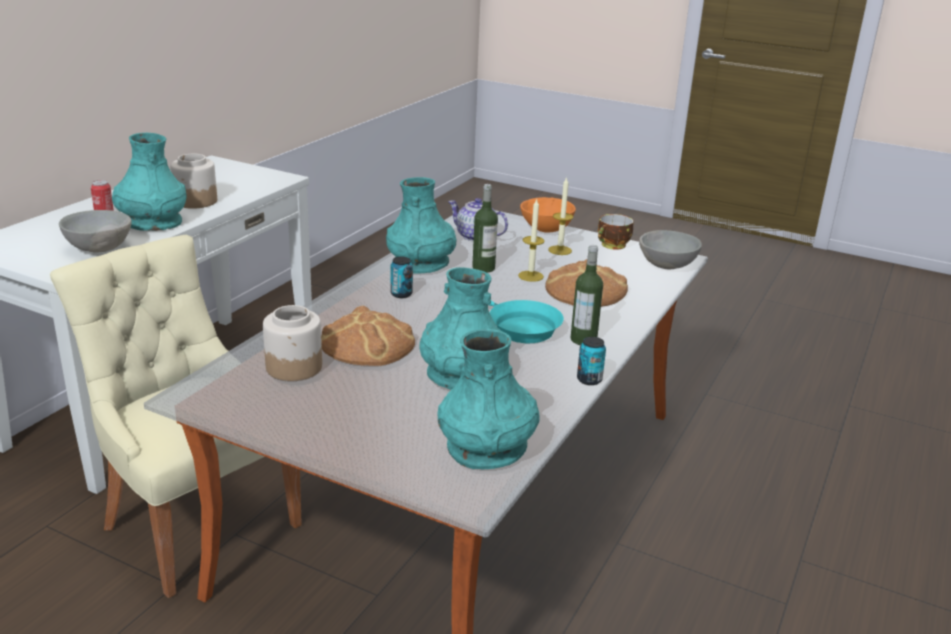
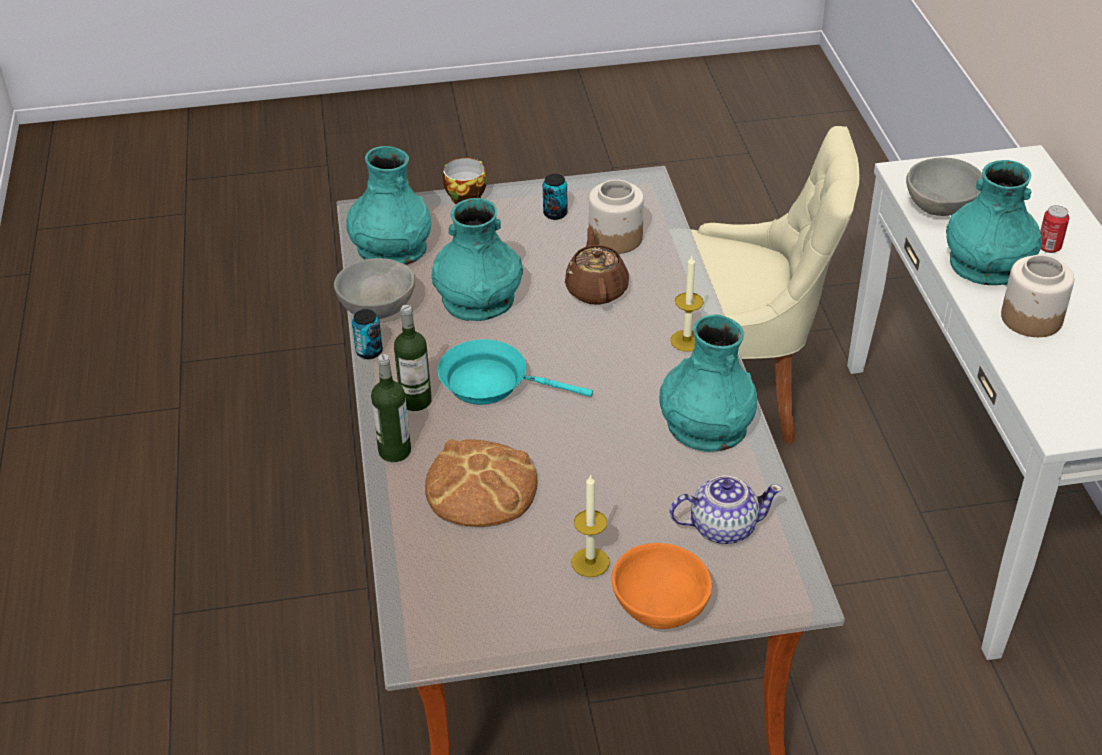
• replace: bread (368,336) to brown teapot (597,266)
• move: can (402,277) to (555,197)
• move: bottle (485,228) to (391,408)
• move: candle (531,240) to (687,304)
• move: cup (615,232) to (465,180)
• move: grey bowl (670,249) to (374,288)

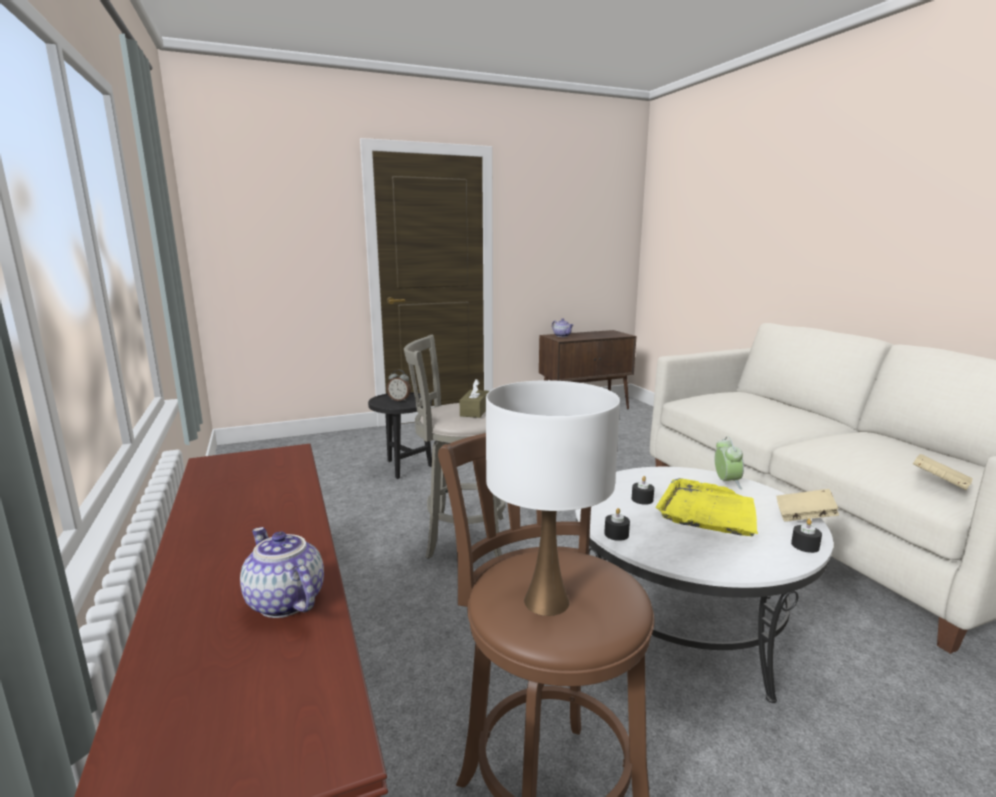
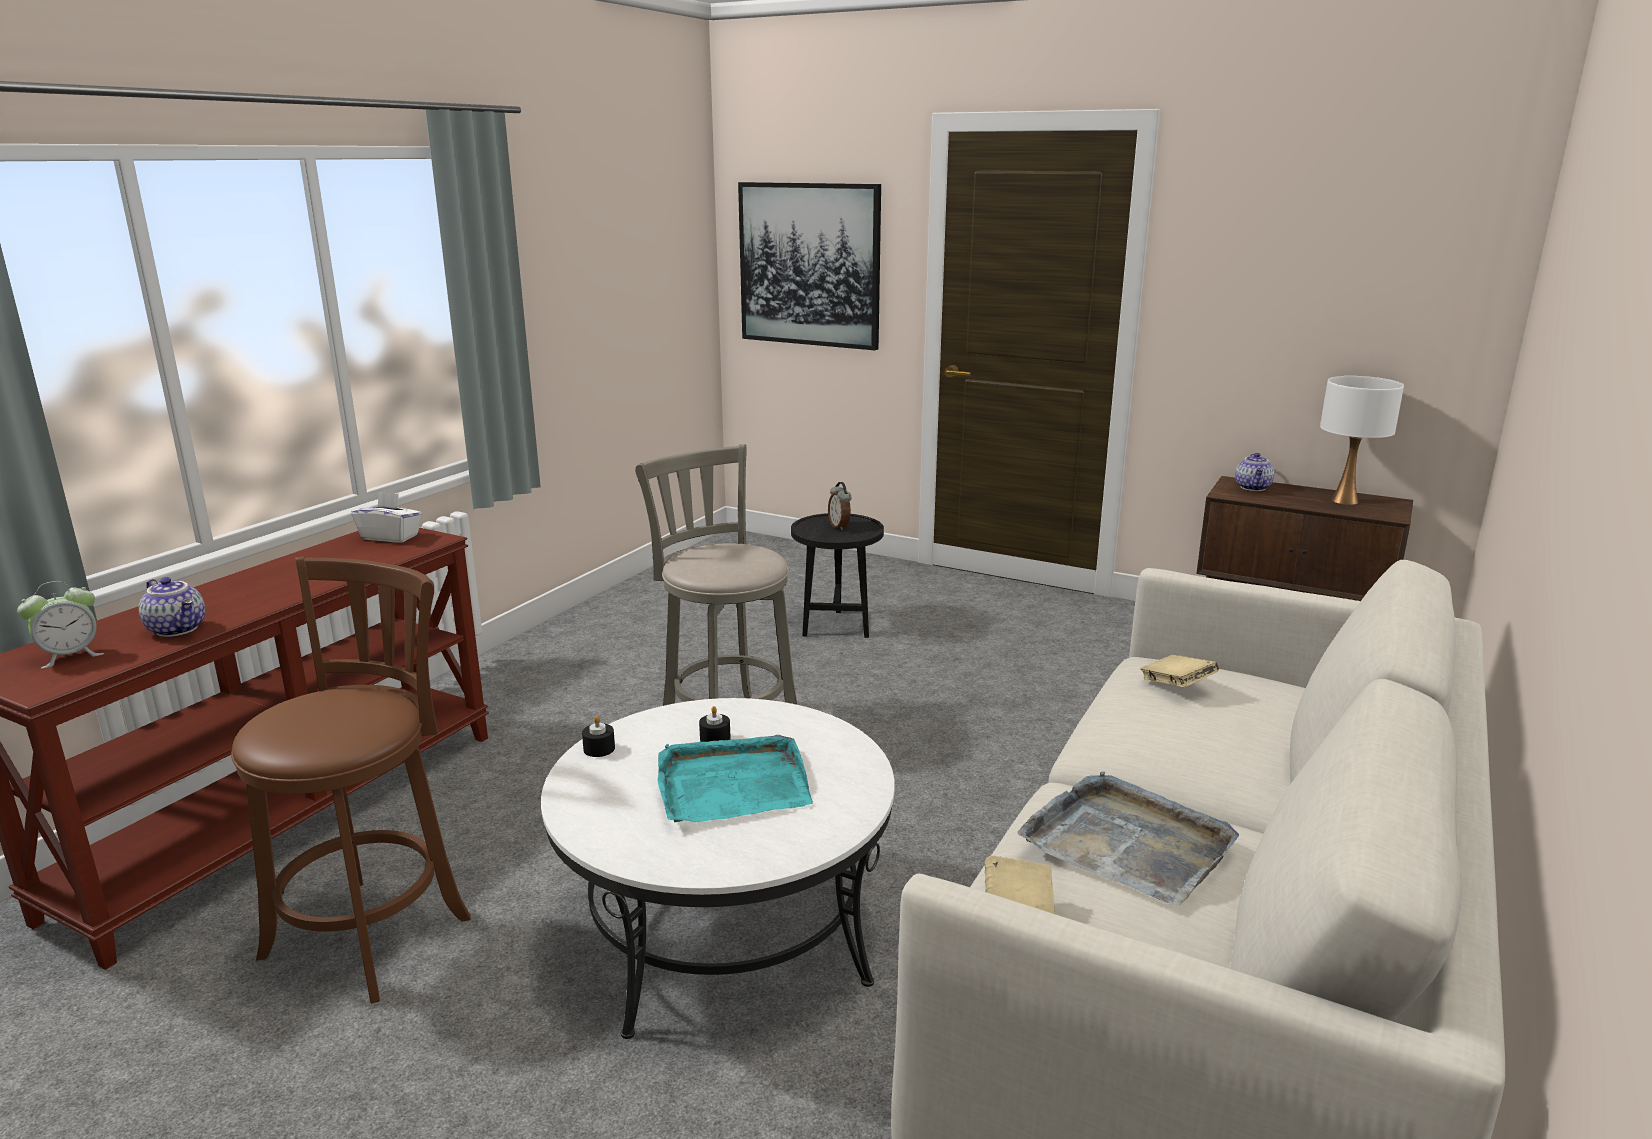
• rotate: teapot (282,572) = (172,607) 120 degrees clockwise
• delete: brown tissue box (474,398)
• move: white table lamp (553,498) to (1362,440)
• recolor: yellow tray (706,507) to turquoise tray (735,778)
• move: alarm clock (729,463) to (60,625)
• move: beige book (807,505) to (1179,671)
• delete: black candle (806,536)
• insert: white tissue box (386,517)
• insert: picture (809,266)
• insert: grey tray (1128,838)

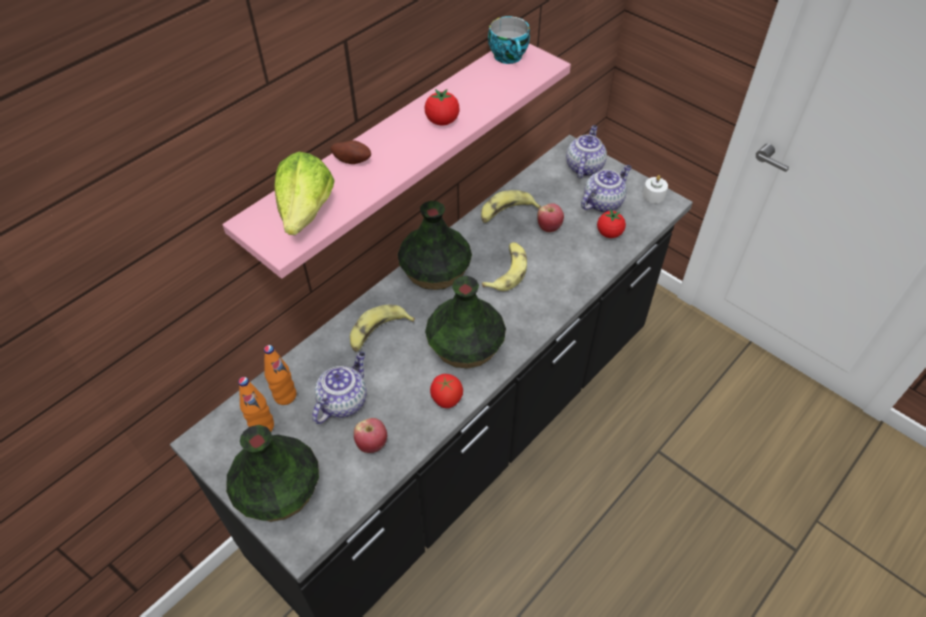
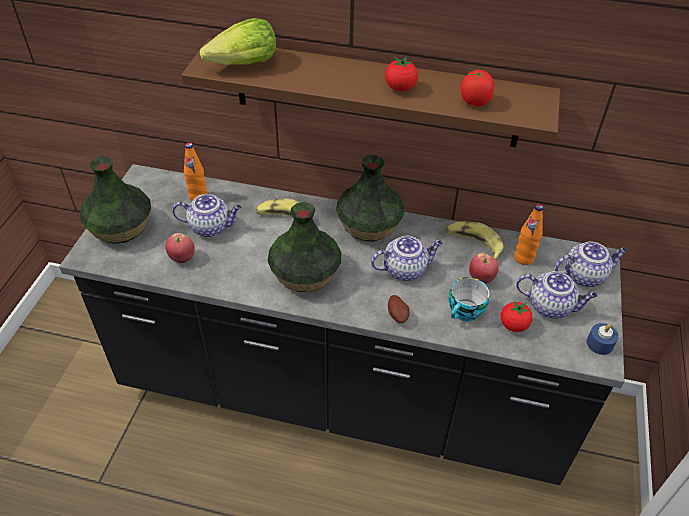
• recolor: pink shelf (396,161) to brown shelf (370,93)
• move: orange bottle (256,404) to (528,234)
• move: potato (351,152) to (398,309)
• move: tomato (446,391) to (477,87)
• replace: banana (504,266) to teapot (407,258)
• move: cup (509,40) to (469,299)
• recolor: white candle (655,189) to blue candle (603,339)

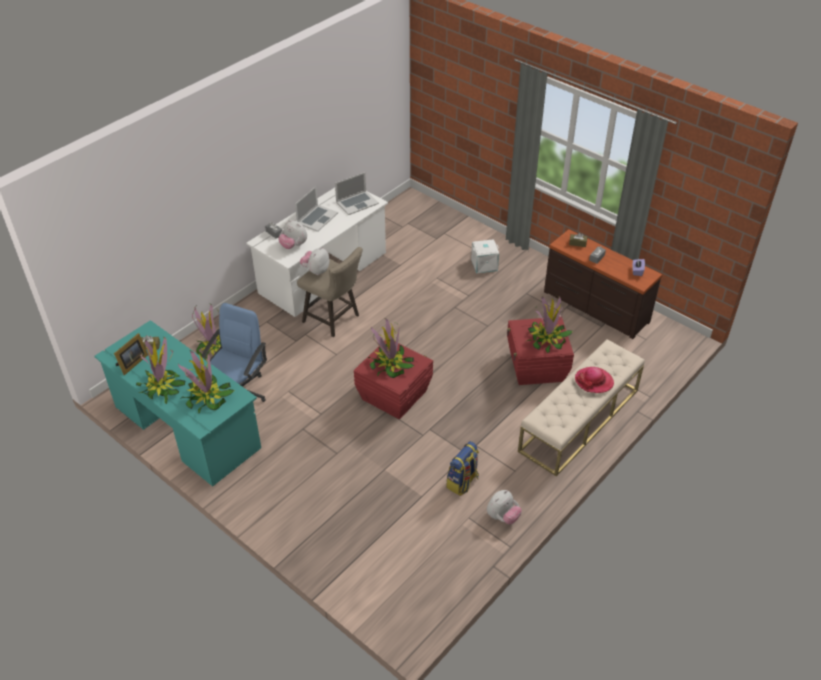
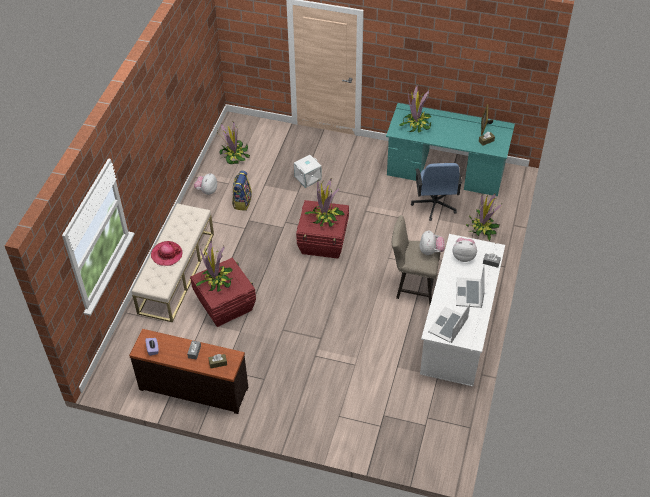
• move: potted plant (160,370) to (233,143)
• move: white storage box (485,256) to (308,171)

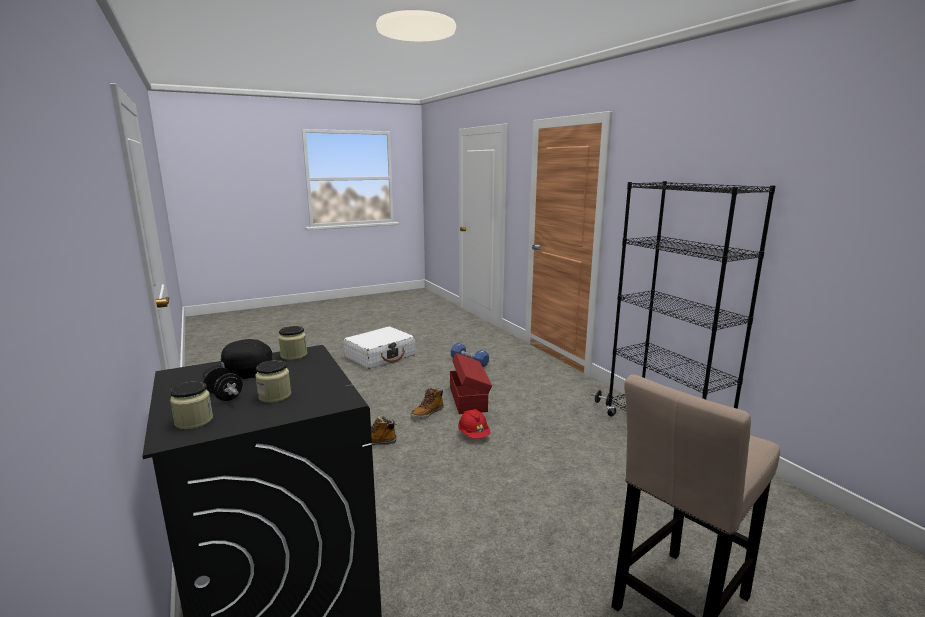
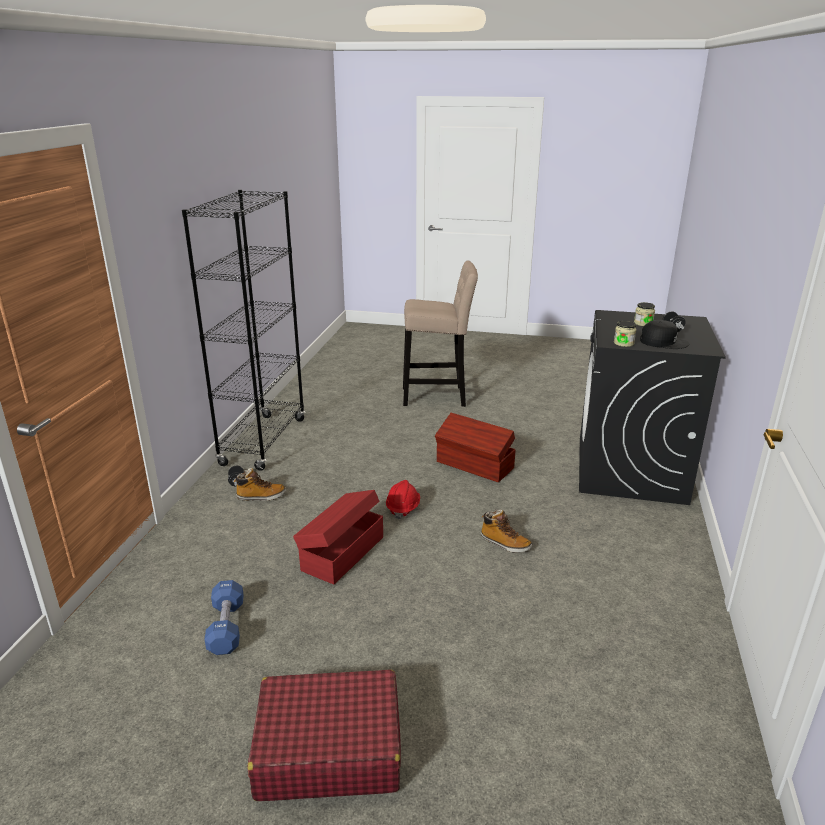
• delete: jar (191,405)
• recolor: white suitcase (379,348) to red suitcase (324,735)
• move: boot (427,403) to (260,484)
• insert: brown storage box (475,447)

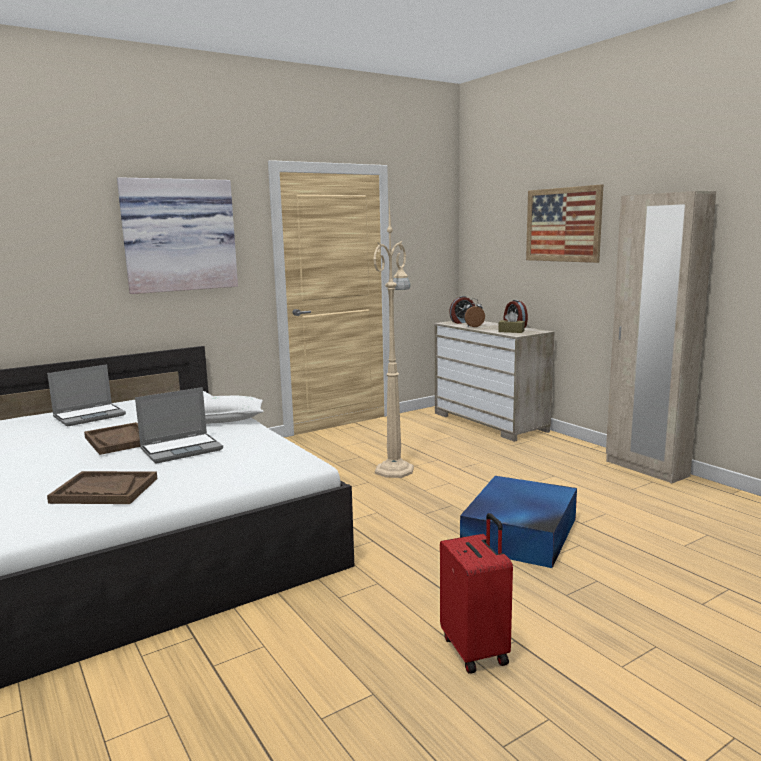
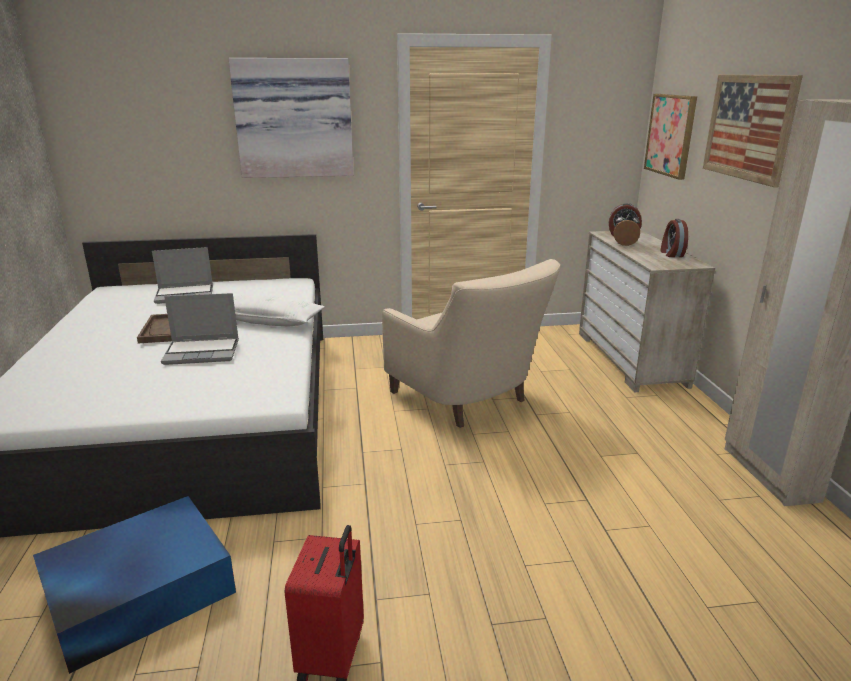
• delete: brown tray (102,487)
• replace: beige floor lamp (393,339) to beige armchair (471,343)
• move: blue storage box (518,522) to (134,585)
• delete: brown tissue box (512,322)
• insert: picture (670,137)

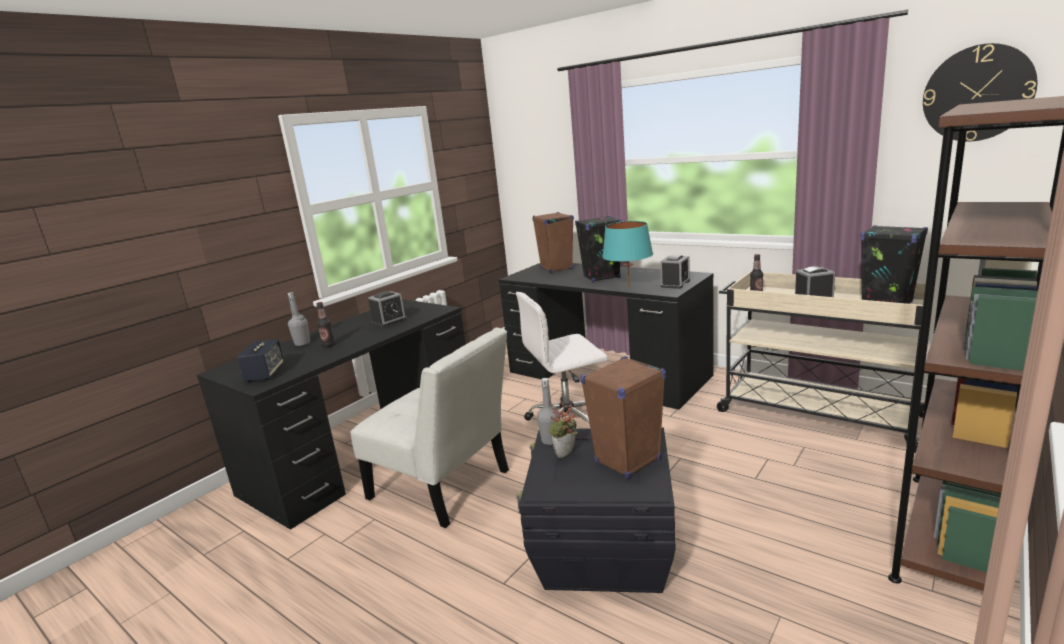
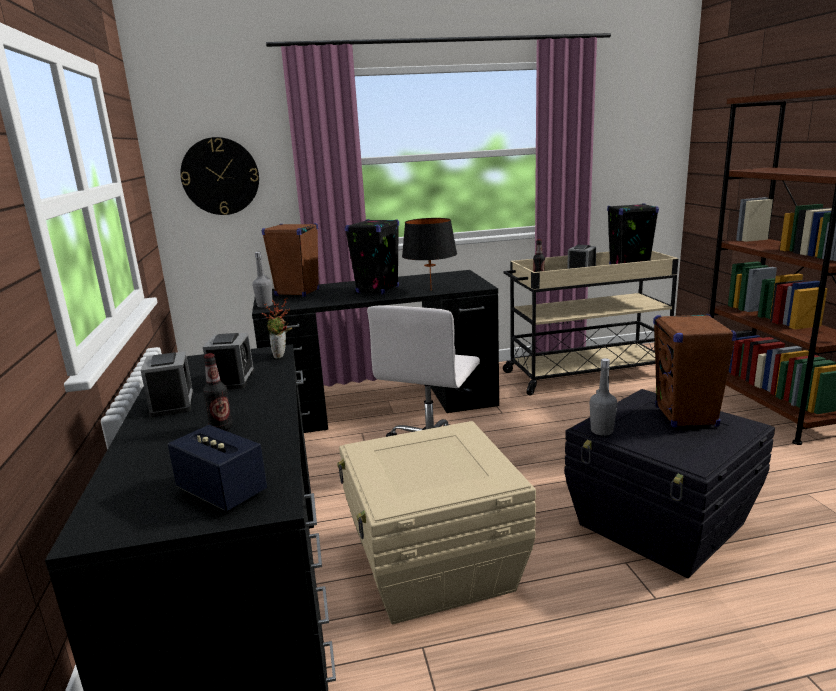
• move: grey bottle (299,319) to (262,279)
• replace: white chair (430,428) to beige storage box (436,522)
• move: potted plant (563,430) to (277,328)
• recolor: turquoise table lamp (627,254) to black table lamp (429,254)
• move: alarm clock (675,272) to (167,384)
• move: wall clock (980,92) to (219,176)

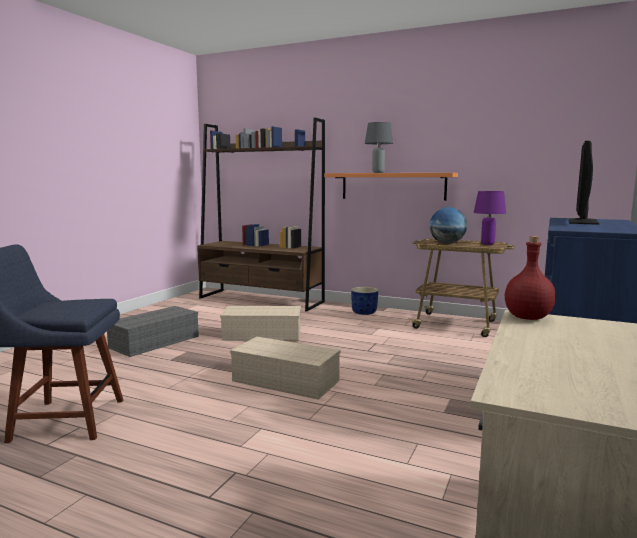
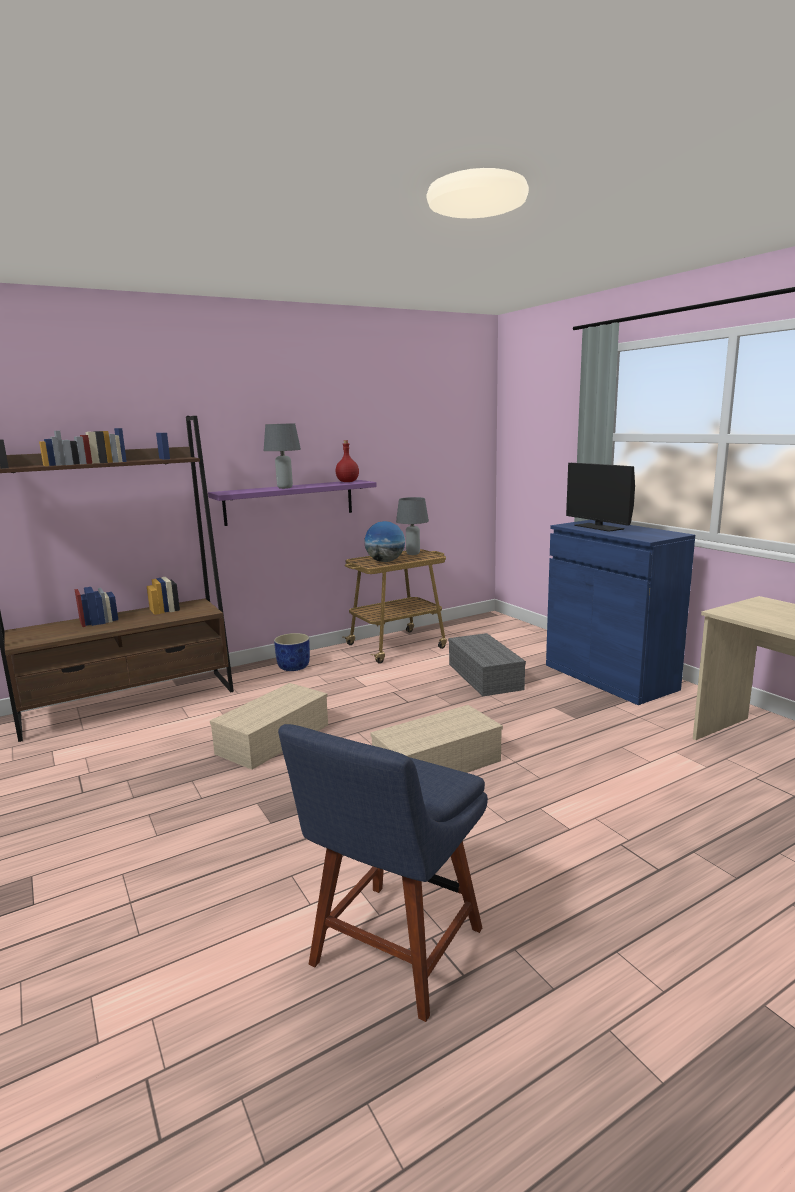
• move: grey storage box (153,331) to (487,664)
• recolor: orange shelf (391,187) to purple shelf (292,503)
• recolor: purple table lamp (490,218) to grey table lamp (412,526)
• move: red bottle (530,278) to (347,461)

